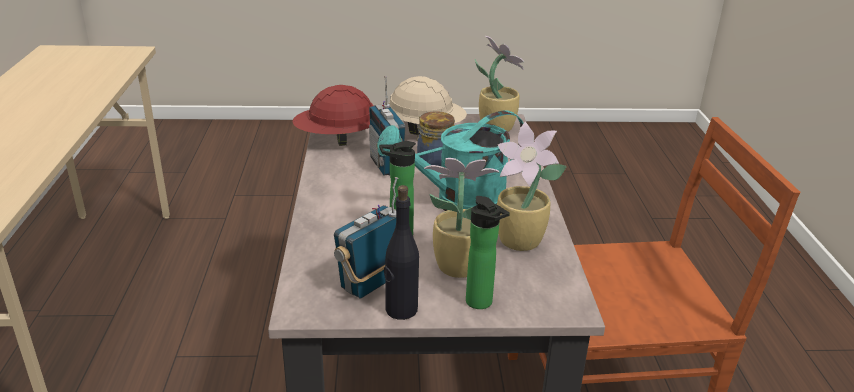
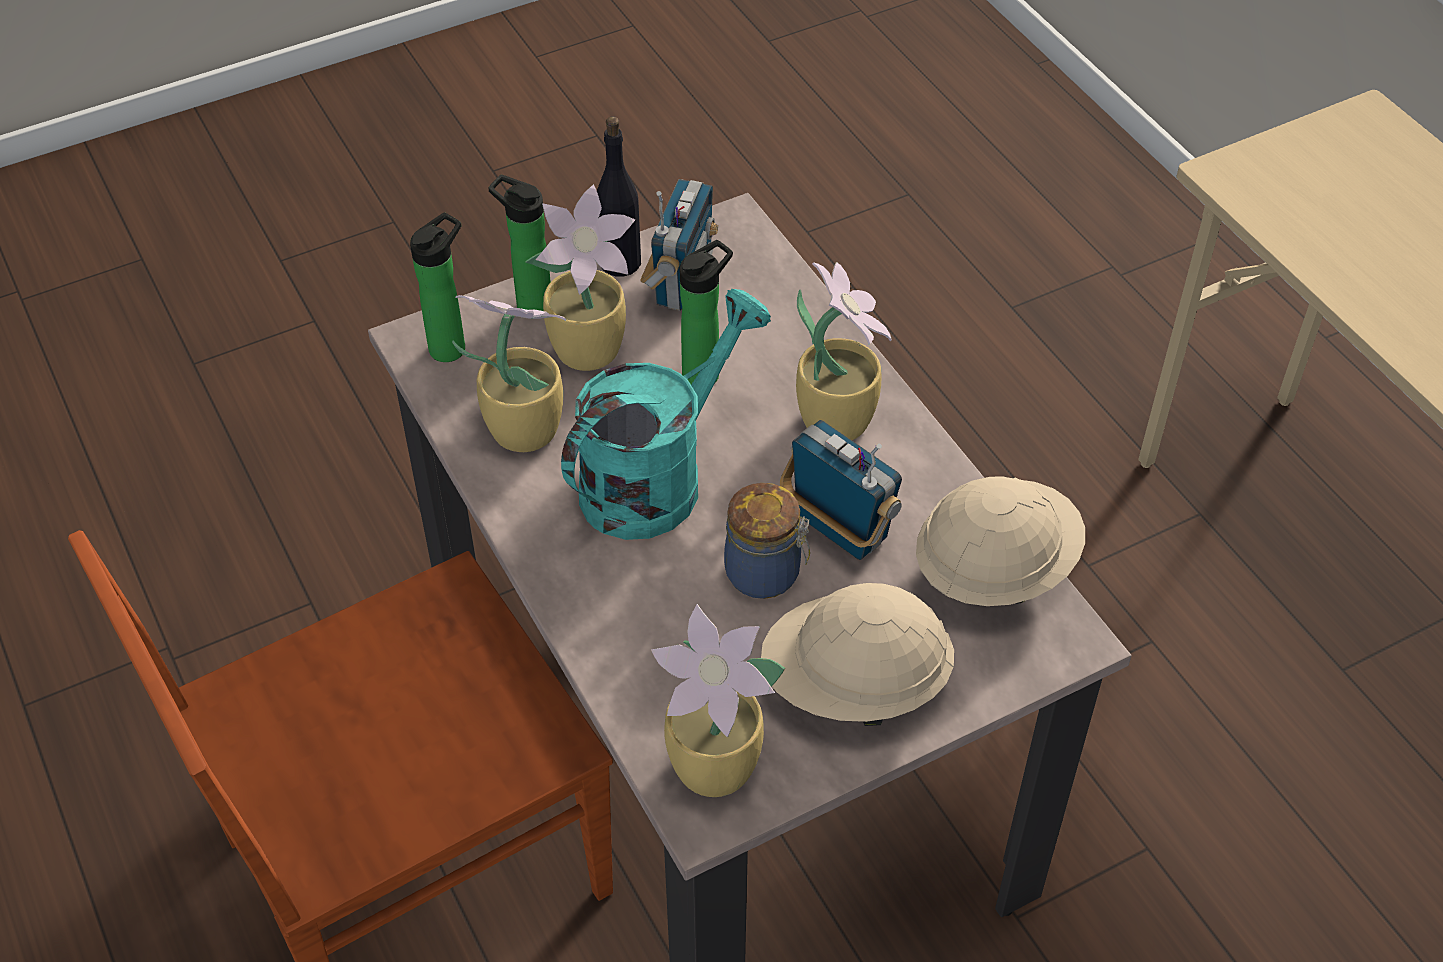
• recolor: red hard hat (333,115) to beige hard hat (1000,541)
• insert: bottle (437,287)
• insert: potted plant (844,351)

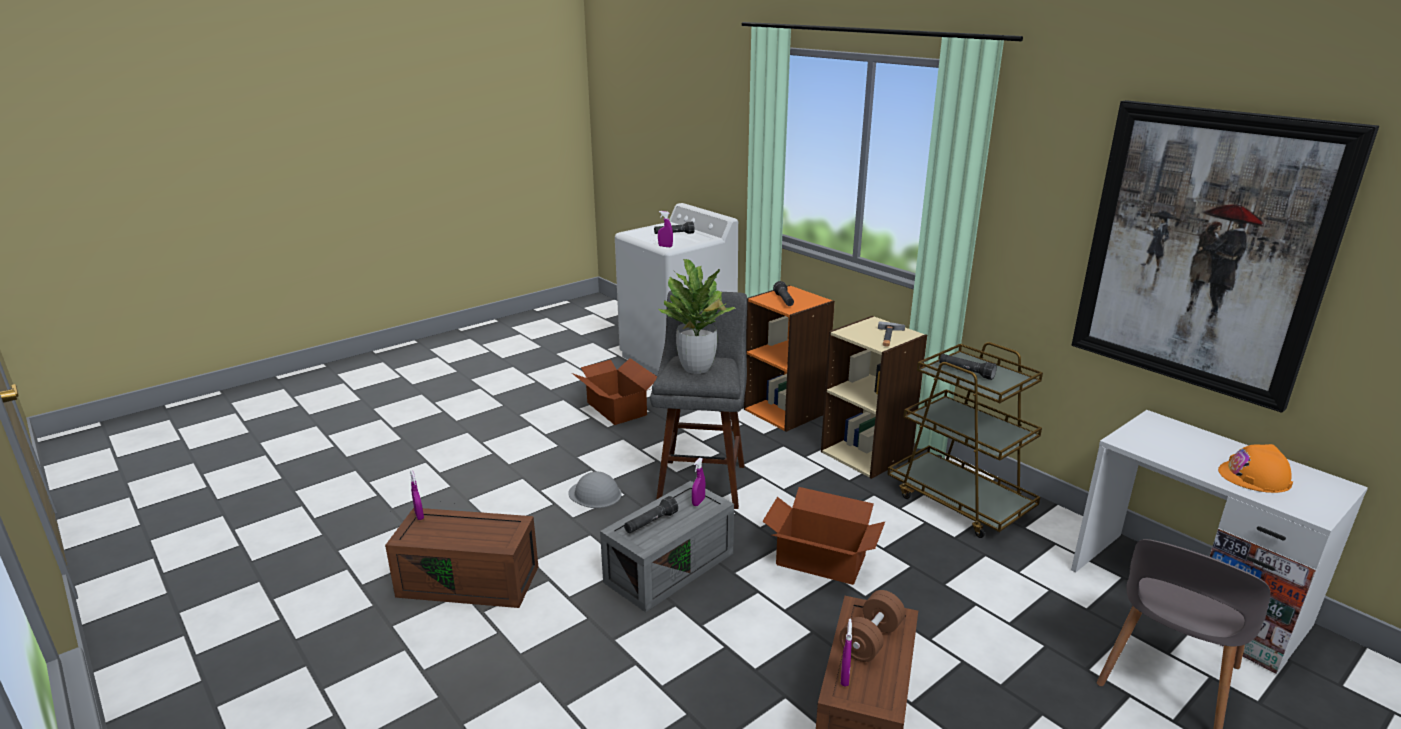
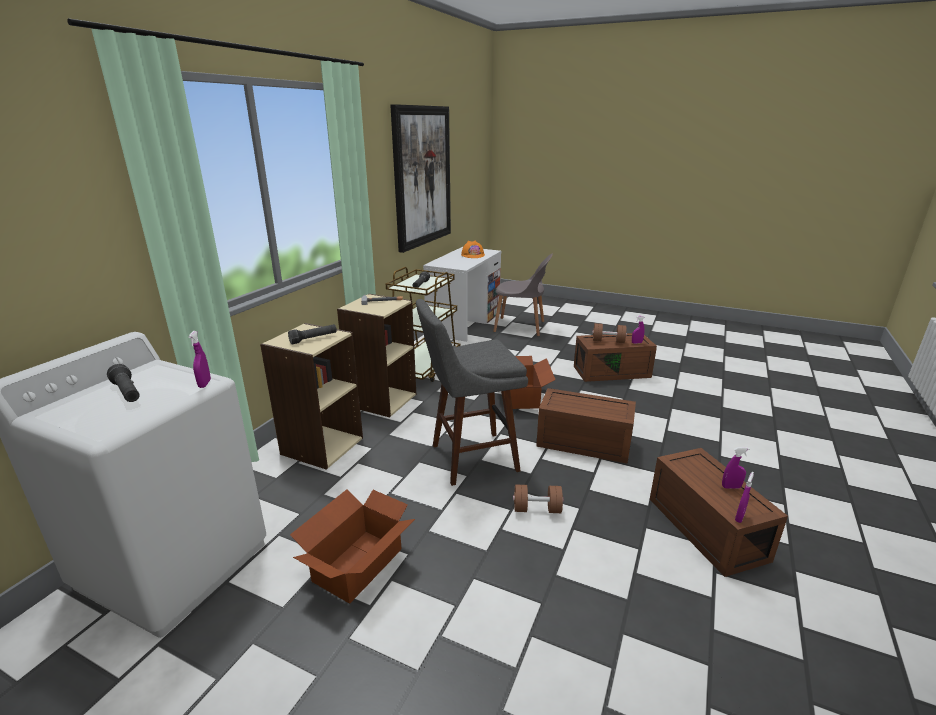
• replace: grey hard hat (595,490) to brown dumbbell (538,499)
• recolor: grey storage box (667,546) to brown storage box (586,426)
• delete: black flashlight (651,514)
• delete: potted plant (696,316)
• move: purple spray bottle (698,482) to (736,468)
• recolor: orange bookcase (789,358) to beige bookcase (311,396)

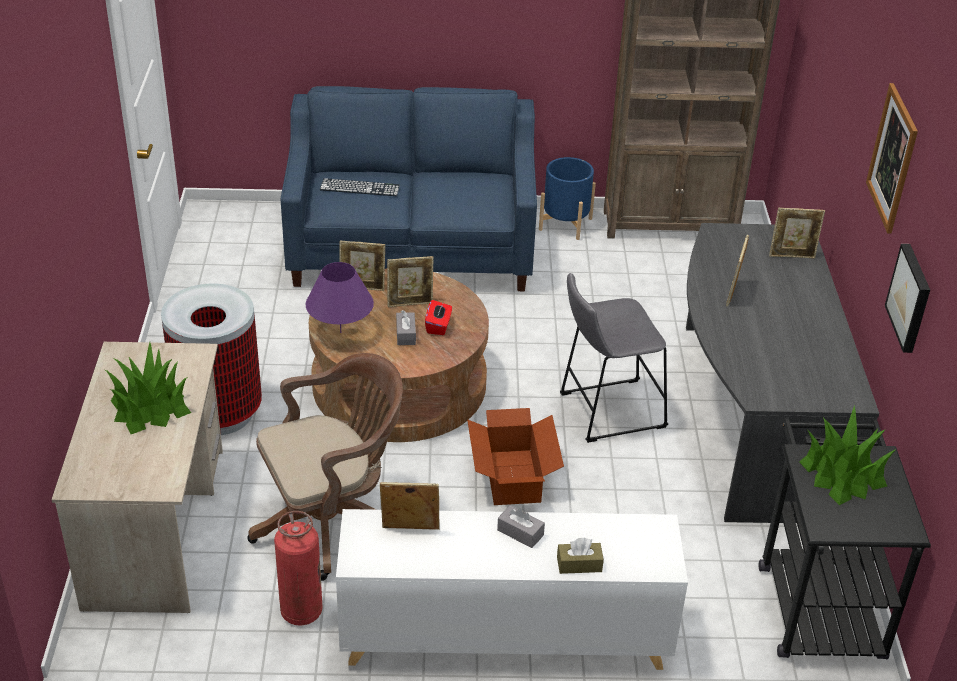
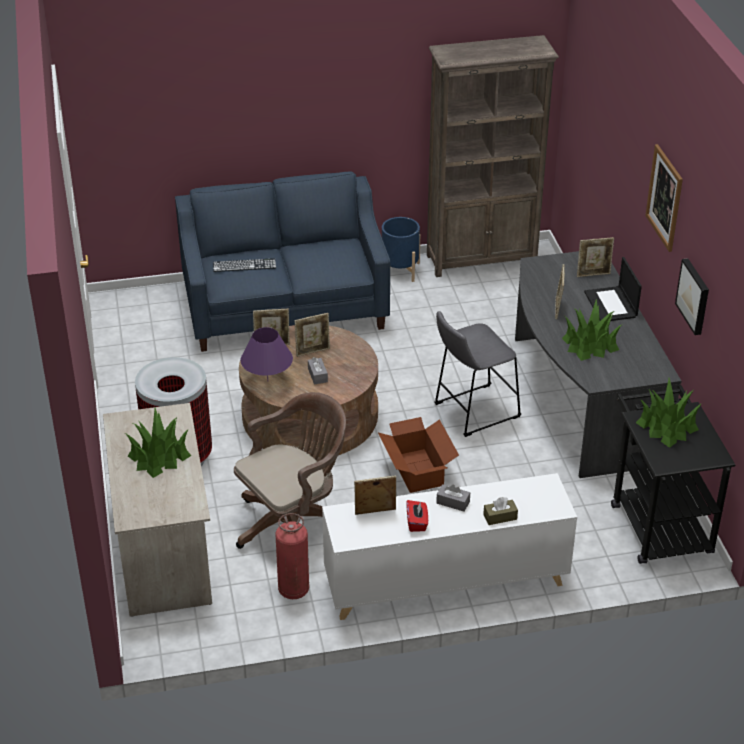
• move: red tissue box (438,317) to (417,516)
• insert: potted plant (592,329)
• insert: laptop (613,289)

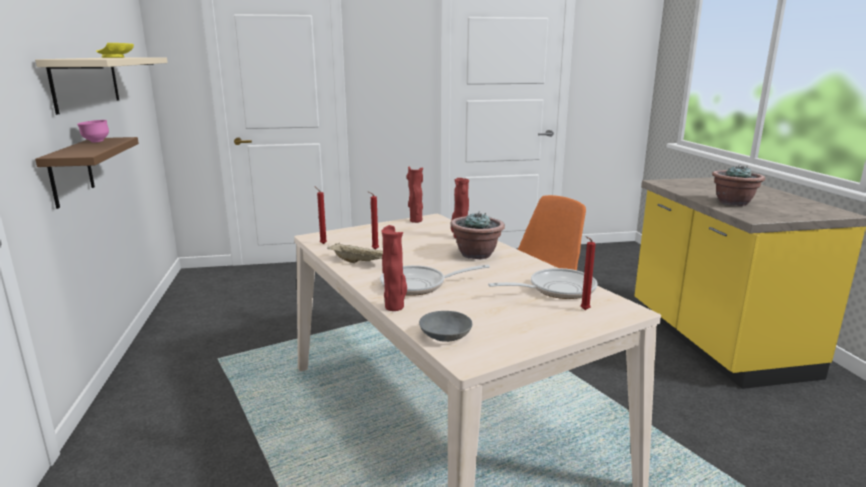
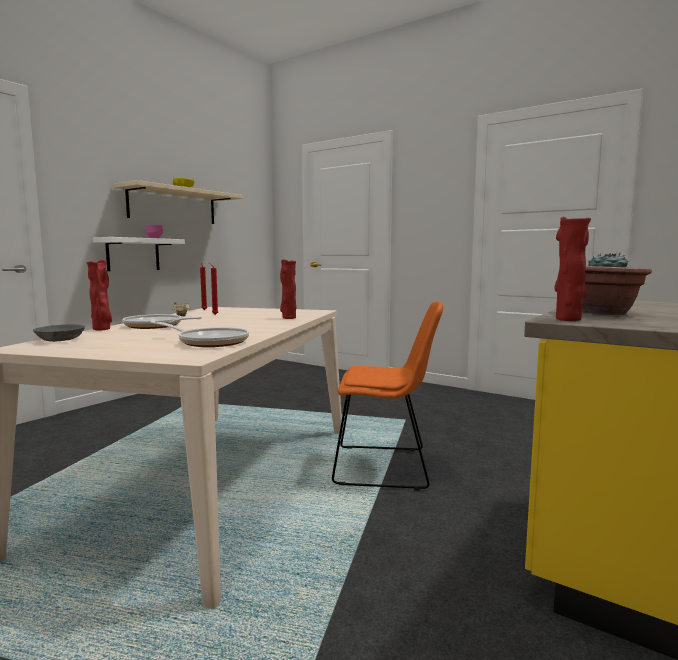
• recolor: brown shelf (87,173) to white shelf (139,254)
• move: red vase (415,195) to (572,269)
• delete: potted plant (477,235)
• delete: red candle (588,273)

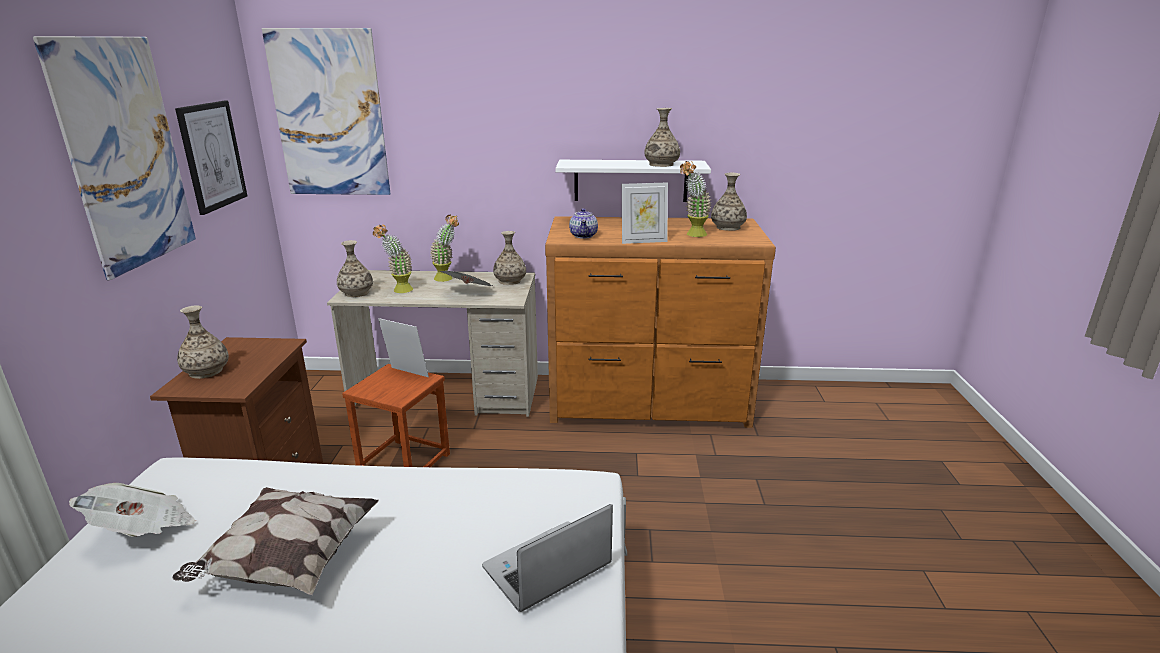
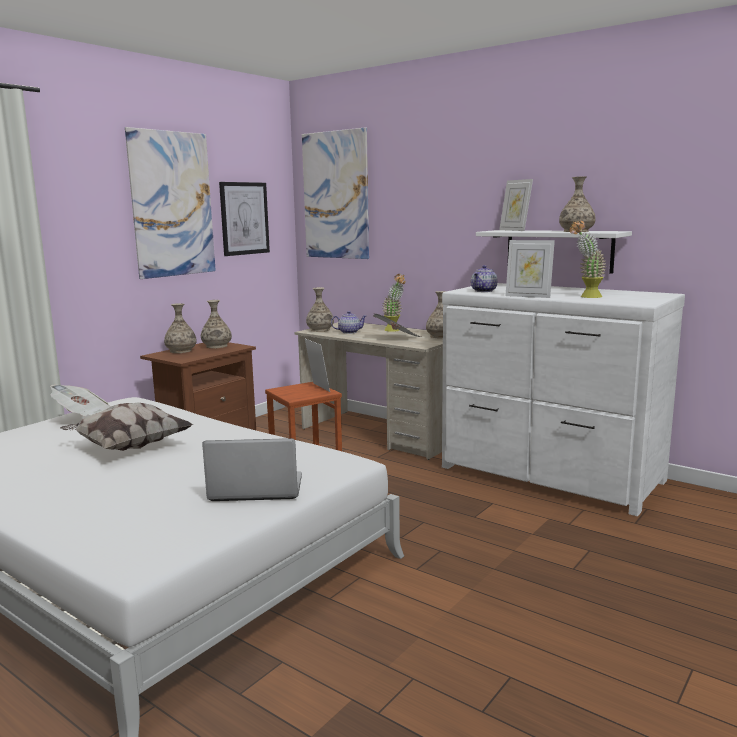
• replace: potted plant (393,258) to teapot (349,322)
• recolor: brown dresser (660,322) to white dresser (563,399)
• move: vase (729,202) to (216,324)
• insert: picture frame (516,205)

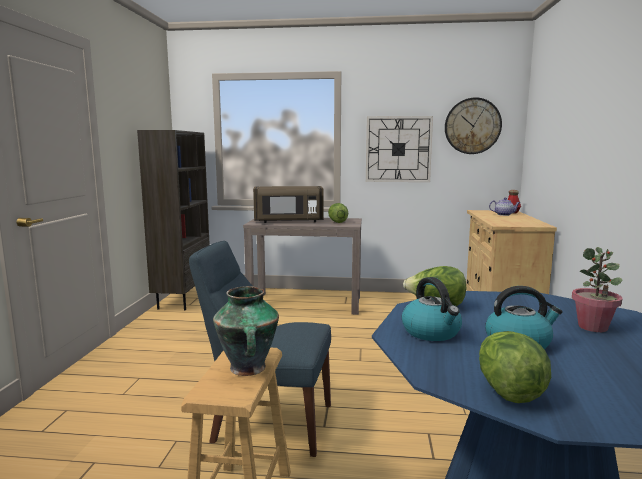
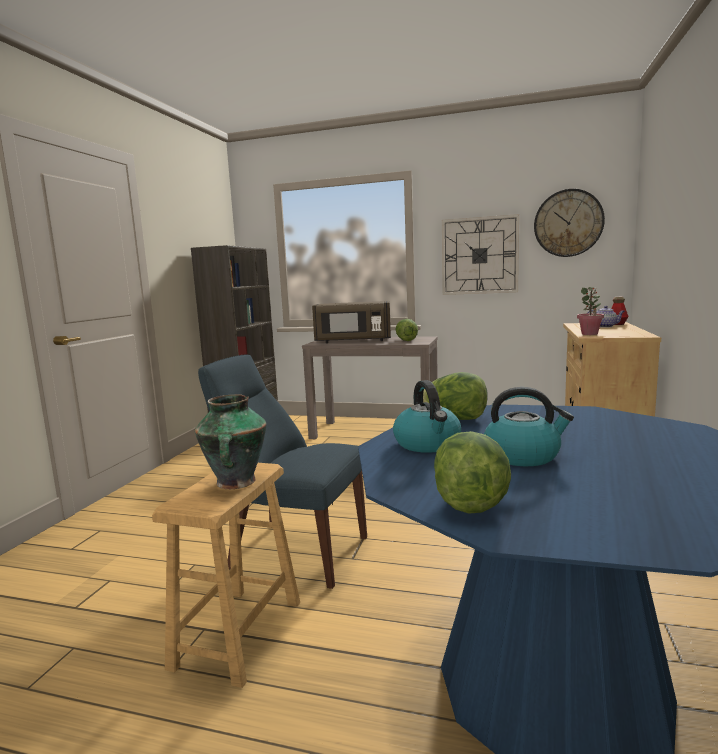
• move: potted plant (597,289) to (590,311)

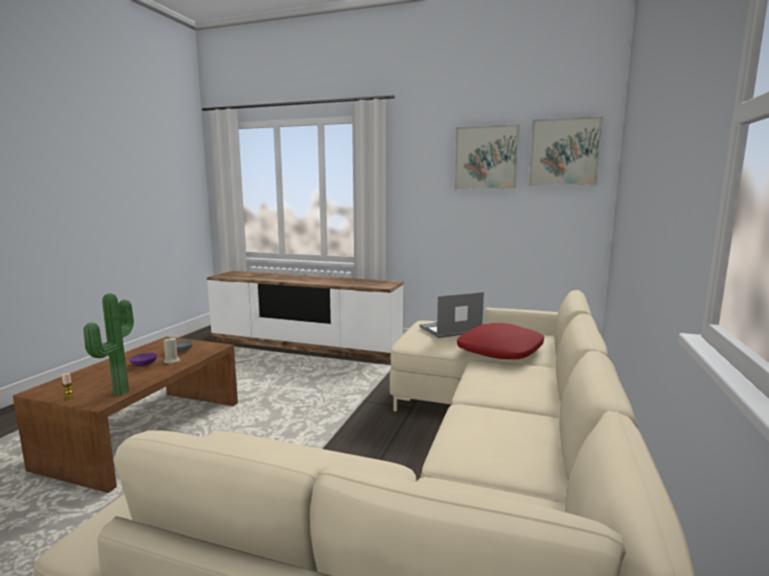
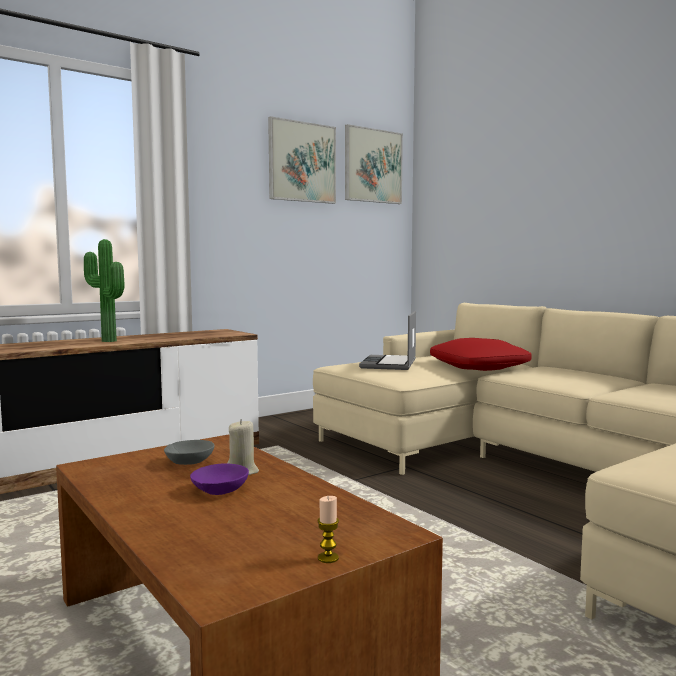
• move: potted plant (109,344) to (104,290)

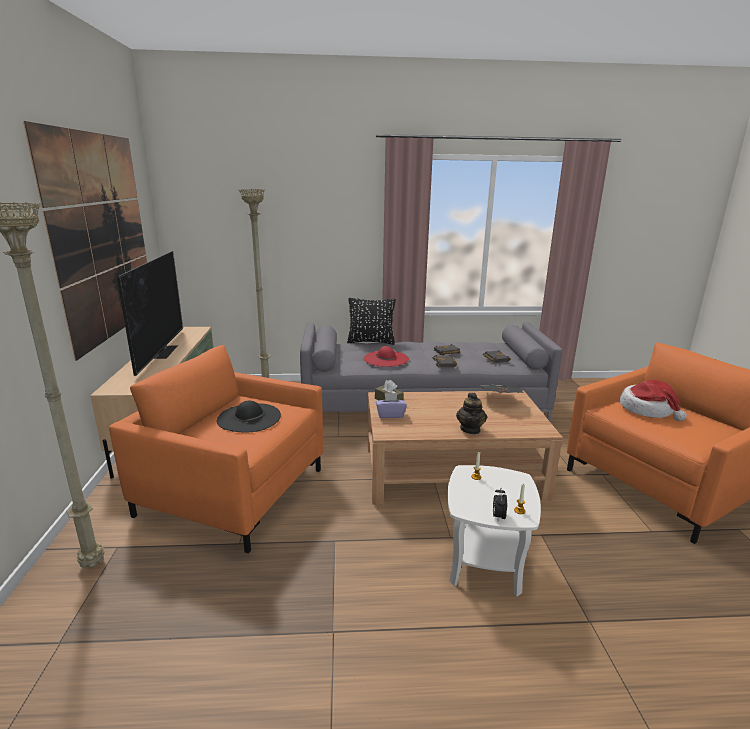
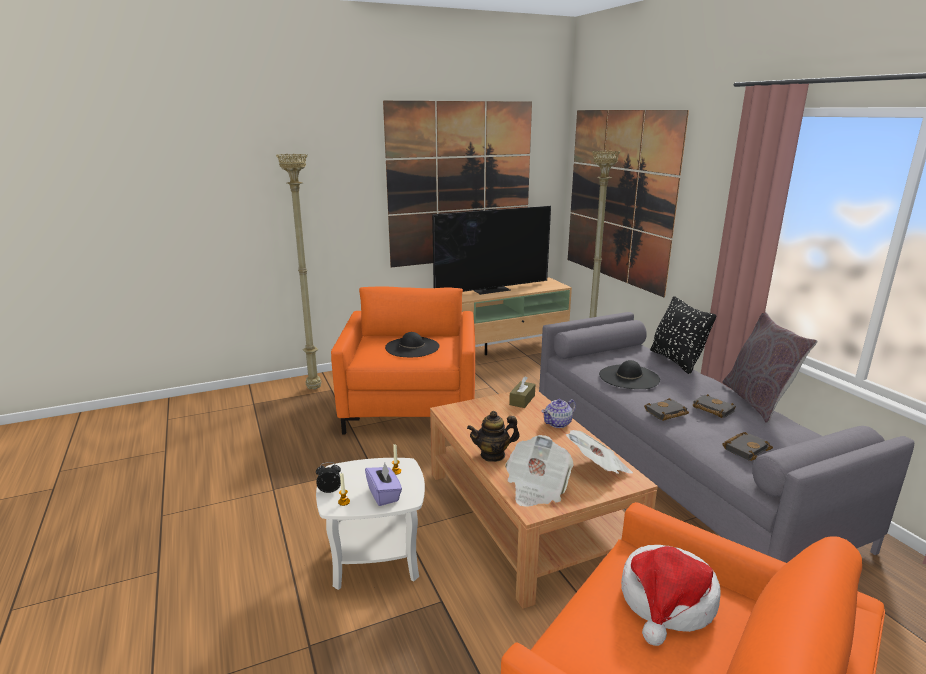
• recolor: red hat (386,356) to black hat (629,374)
• move: purple tissue box (391,405) to (383,484)
• insert: newspaper (539,471)
• insert: teapot (558,413)
• insert: picture (628,203)
• insert: grey pillow (770,367)

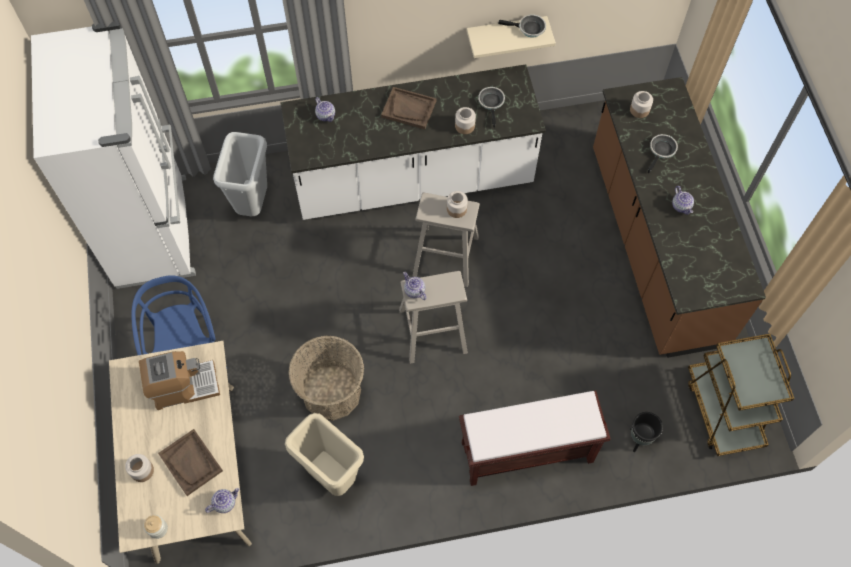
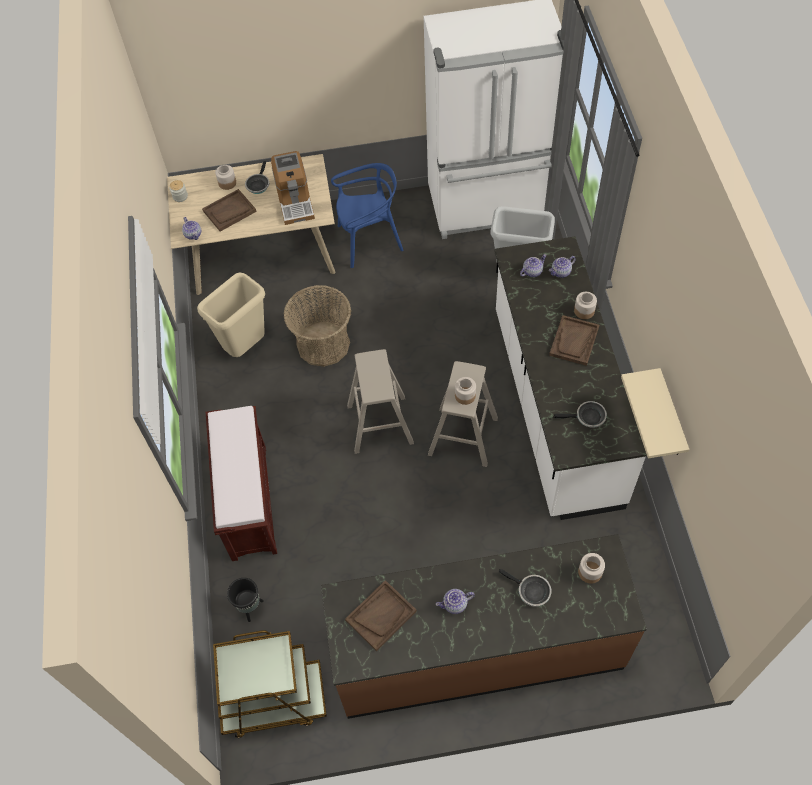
• move: teapot (415,286) to (533,265)
• move: jar (465,120) to (585,305)
• move: frying pan (522,26) to (257,177)
• insert: brown tray (381,615)

